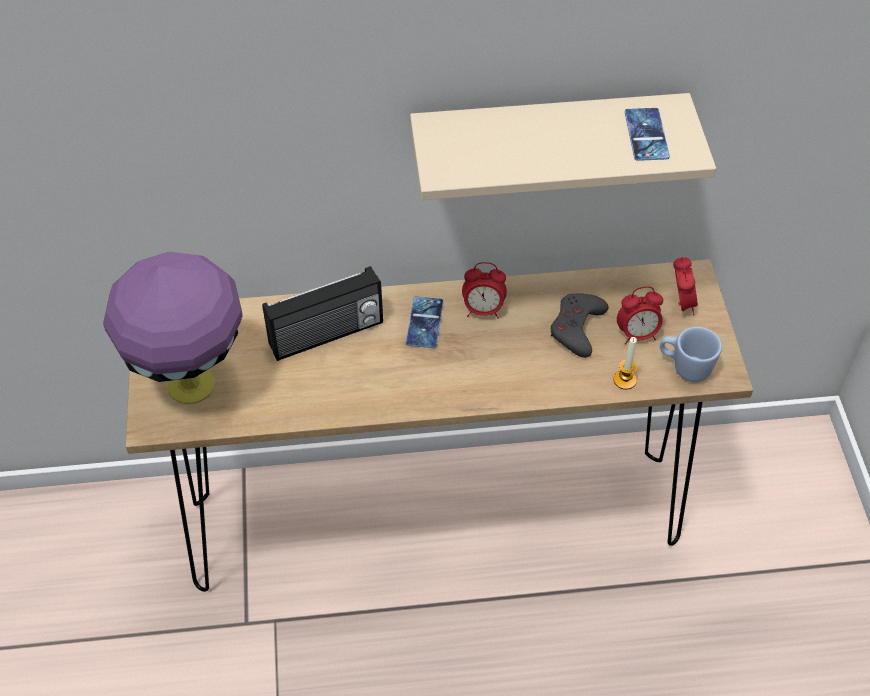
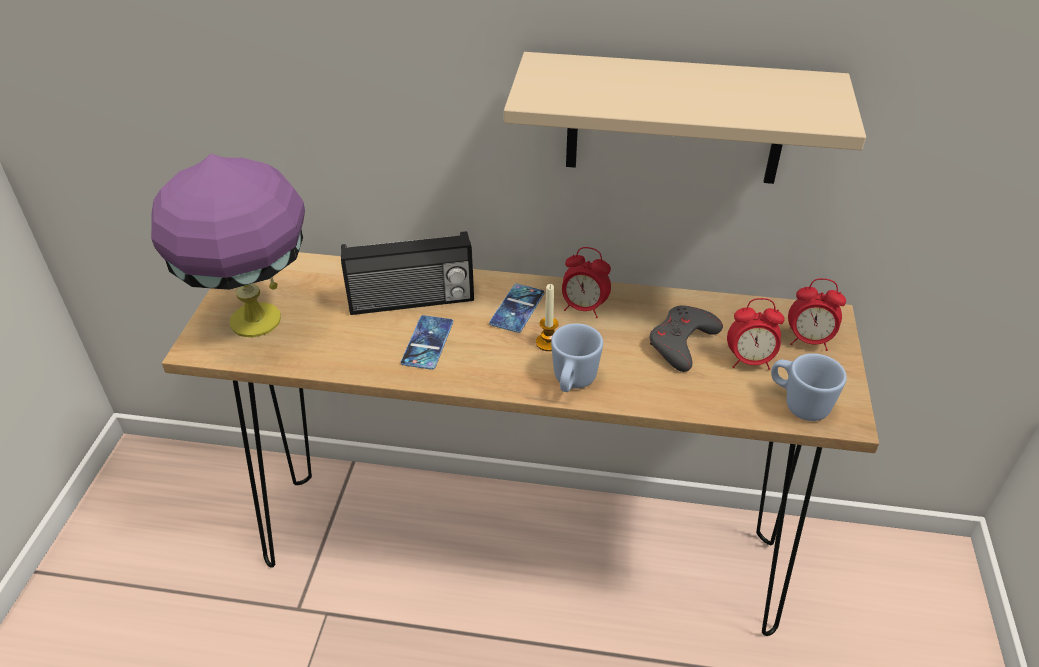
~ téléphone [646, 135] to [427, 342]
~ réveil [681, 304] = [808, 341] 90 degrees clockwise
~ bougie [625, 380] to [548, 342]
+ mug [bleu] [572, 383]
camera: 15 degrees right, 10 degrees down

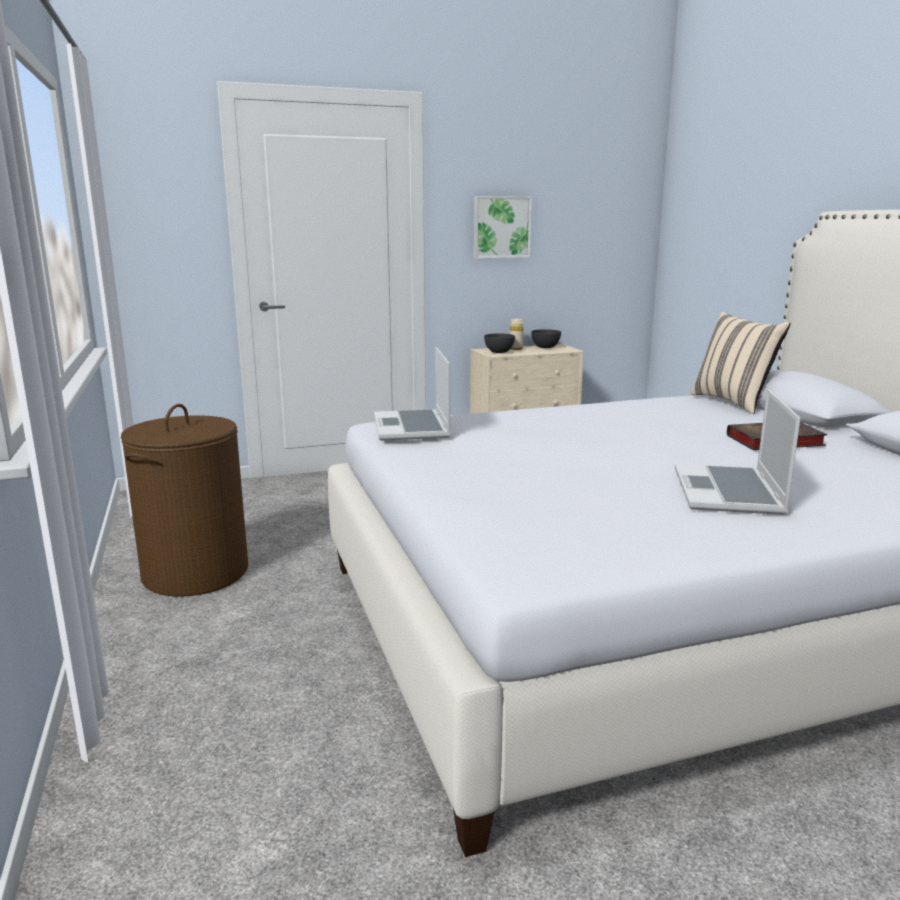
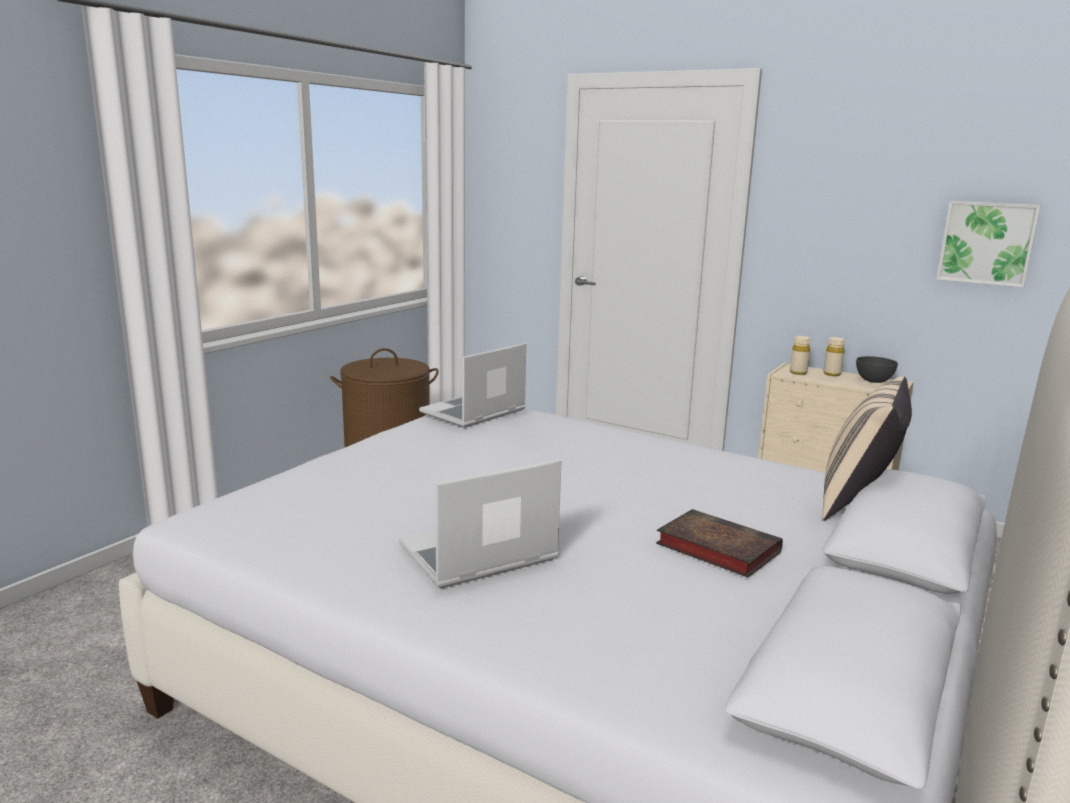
~ tableau [501, 227] to [987, 243]
~ bol [gris] [499, 352] to bouteille [beige] [798, 373]
camera: 50 degrees right, 0 degrees up

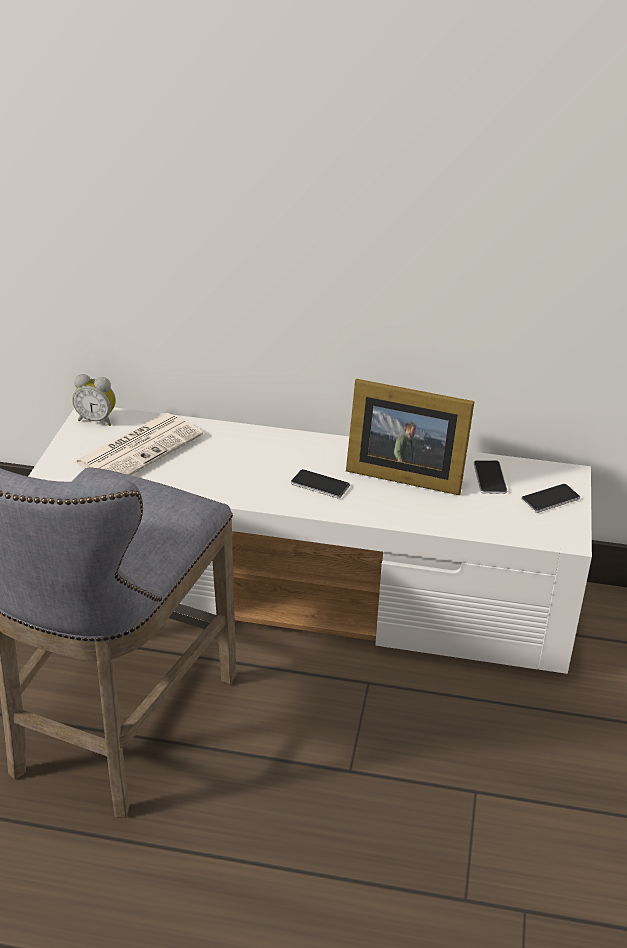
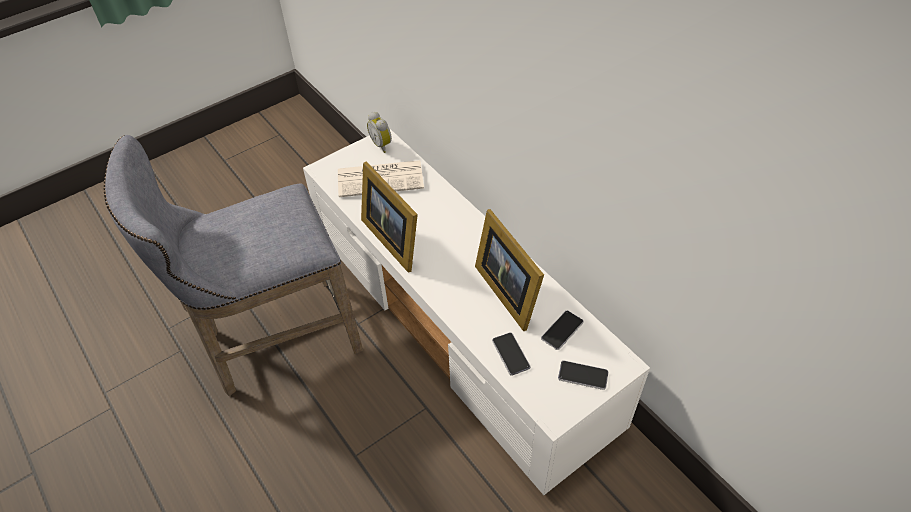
~ téléphone [320, 485] to [510, 354]
+ cadre photo [393, 238]
camera: 45 degrees right, 15 degrees up

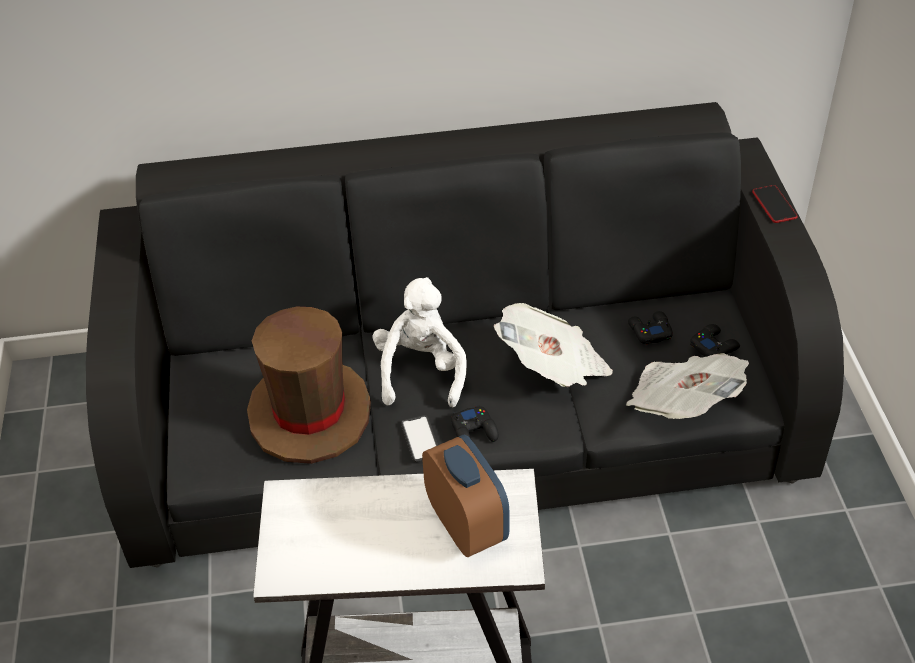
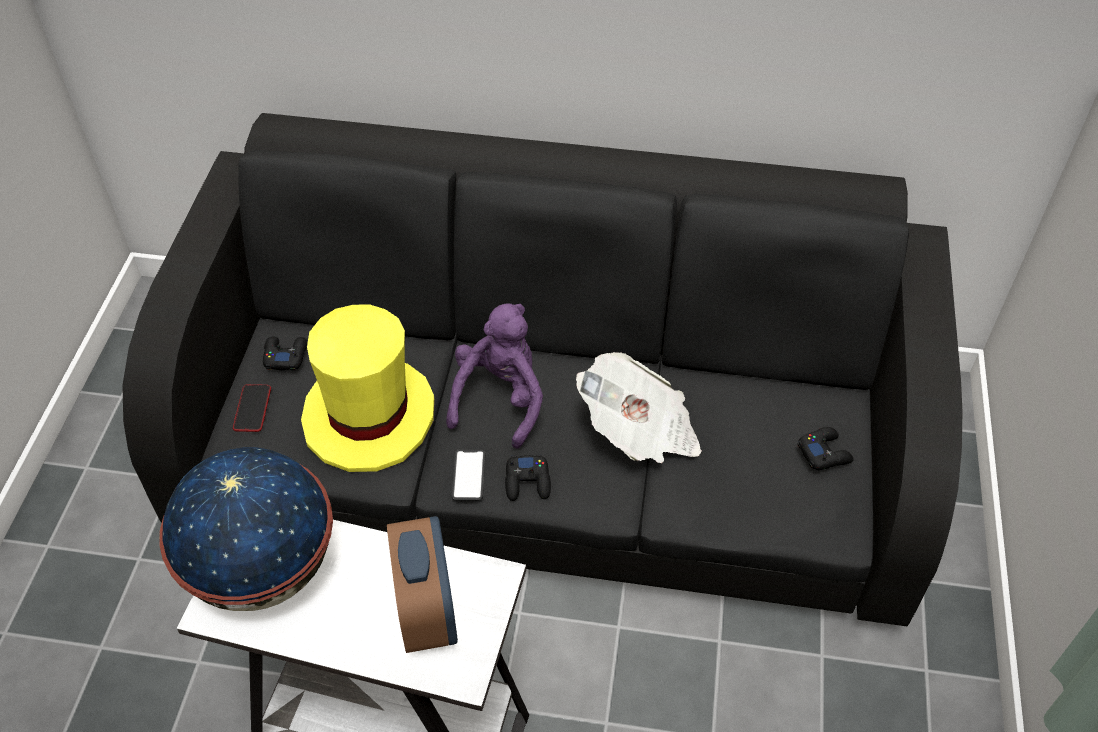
~ téléphone [774, 205] to [252, 408]
~ peluche [blanc] [421, 371] to peluche [violet] [500, 399]
~ chapeau [marron] [310, 413] to chapeau [jaune] [369, 416]
~ manette [noir] [649, 331] to [285, 356]
- journal [682, 403]
+ globe [262, 570]
camera: 15 degrees right, 5 degrees up

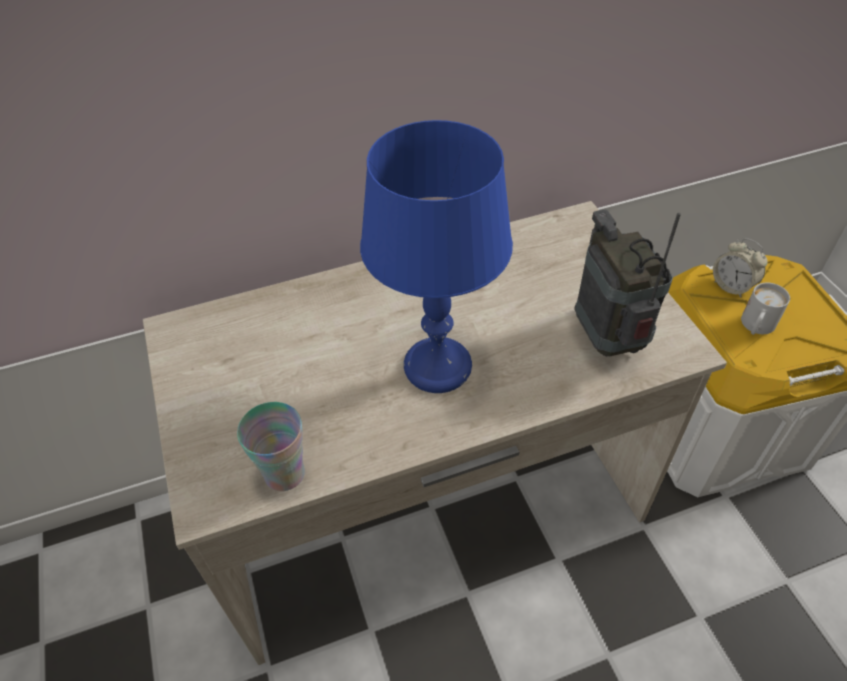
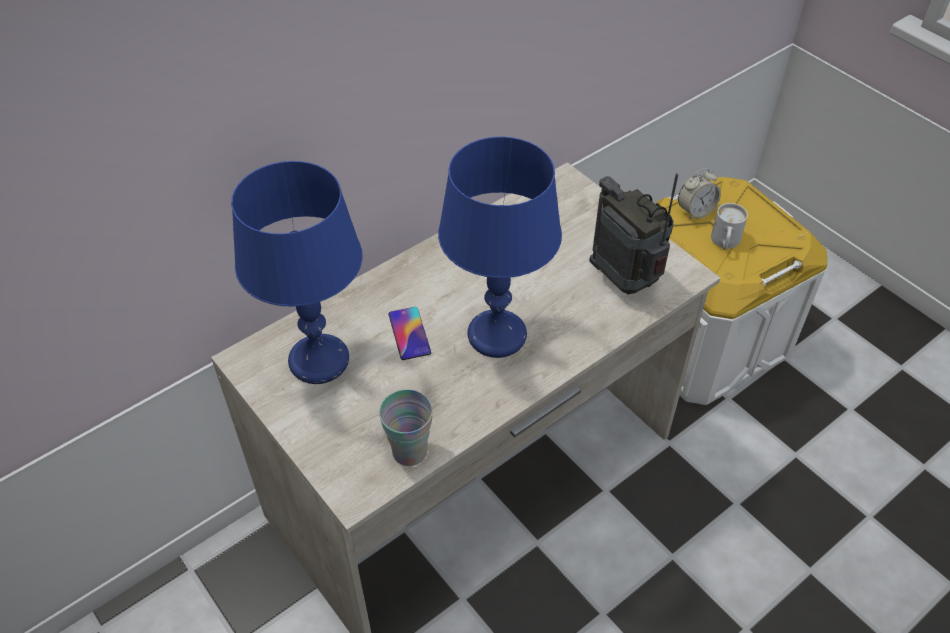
~ réveil [732, 286] = [695, 211] 60 degrees counterclockwise
+ lampe de table [bleu] [319, 361]
+ téléphone [409, 333]
camera: 20 degrees left, 0 degrees up

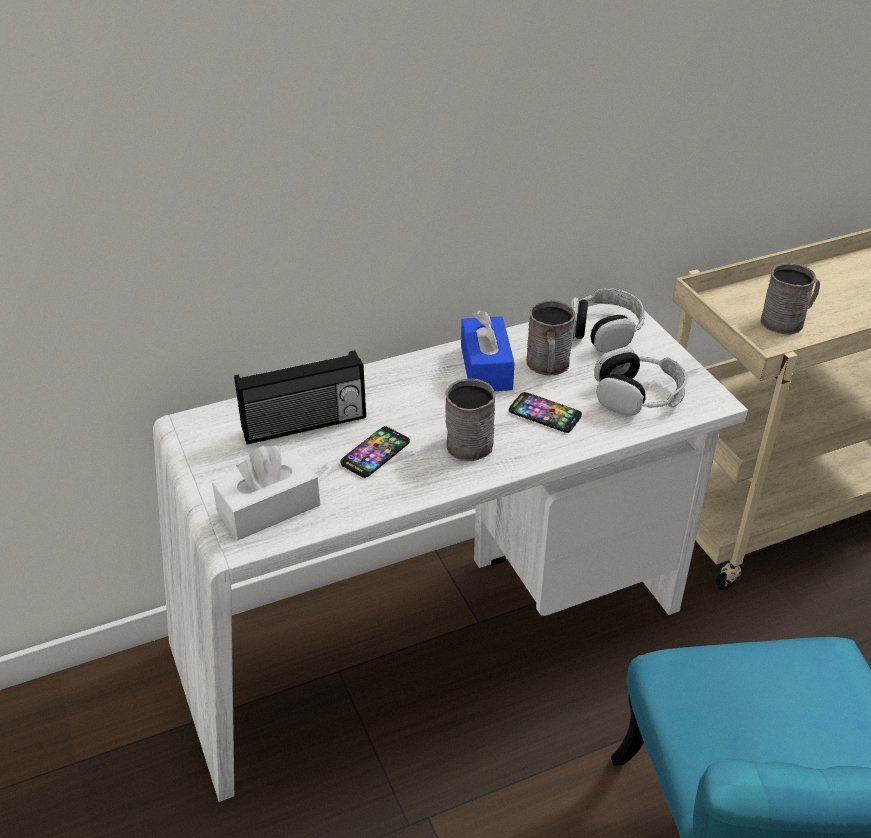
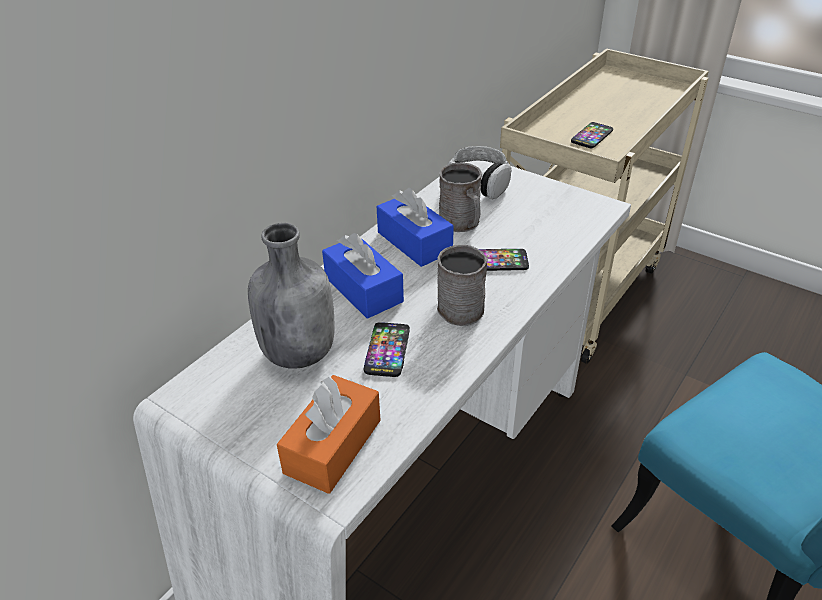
~ mug [gris] [787, 321] to téléphone [592, 136]
- casque audio [638, 396]
~ radio [305, 425] to bouteille [gris] [299, 352]
~ boîte à mouchoirs [blanc] [269, 508] to boîte à mouchoirs [orange] [333, 446]
+ boîte à mouchoirs [bleu] [363, 289]
camera: 30 degrees left, 0 degrees up

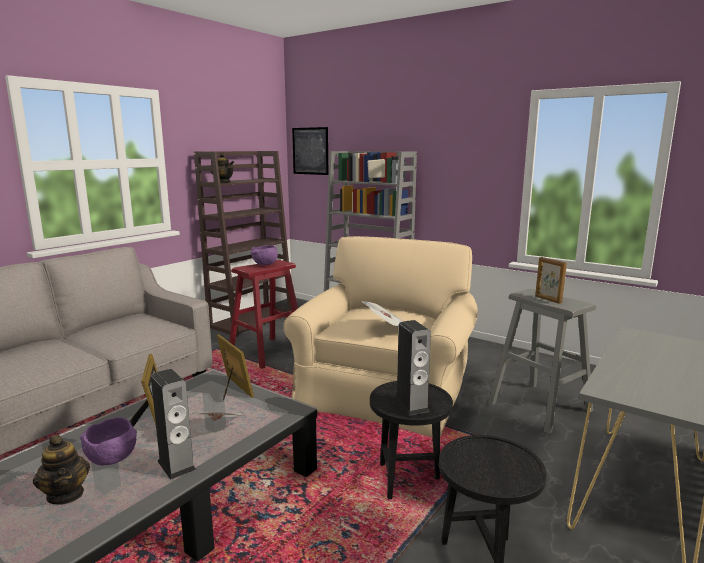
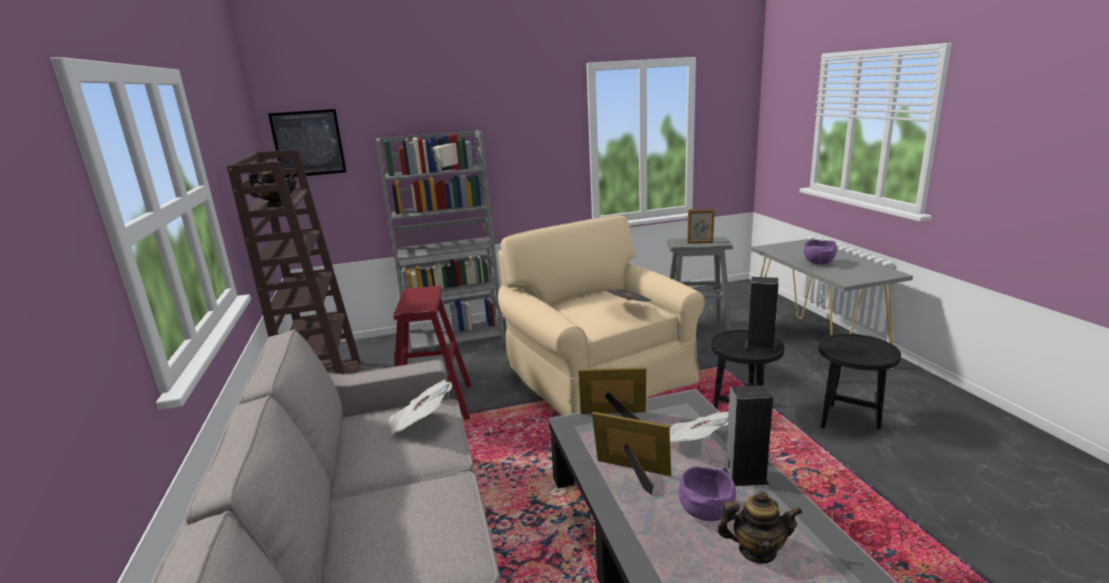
~ bol [violet] [264, 265] to [819, 263]
+ journal [420, 423]
camera: 50 degrees left, 5 degrees up

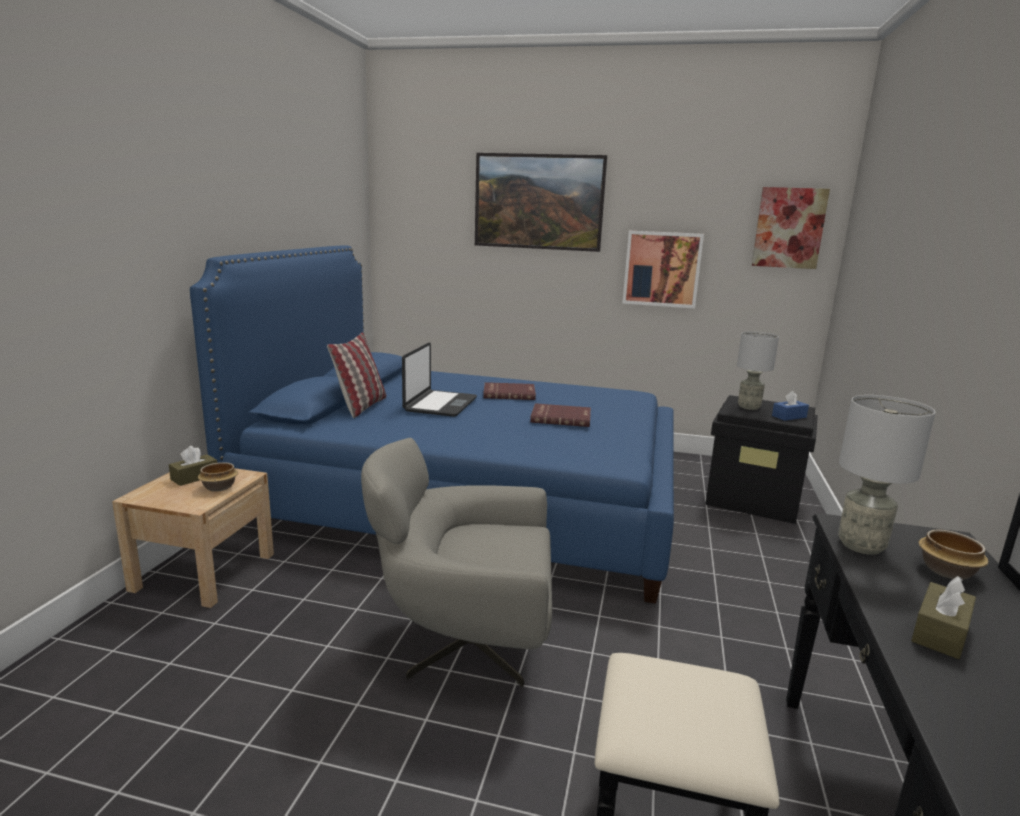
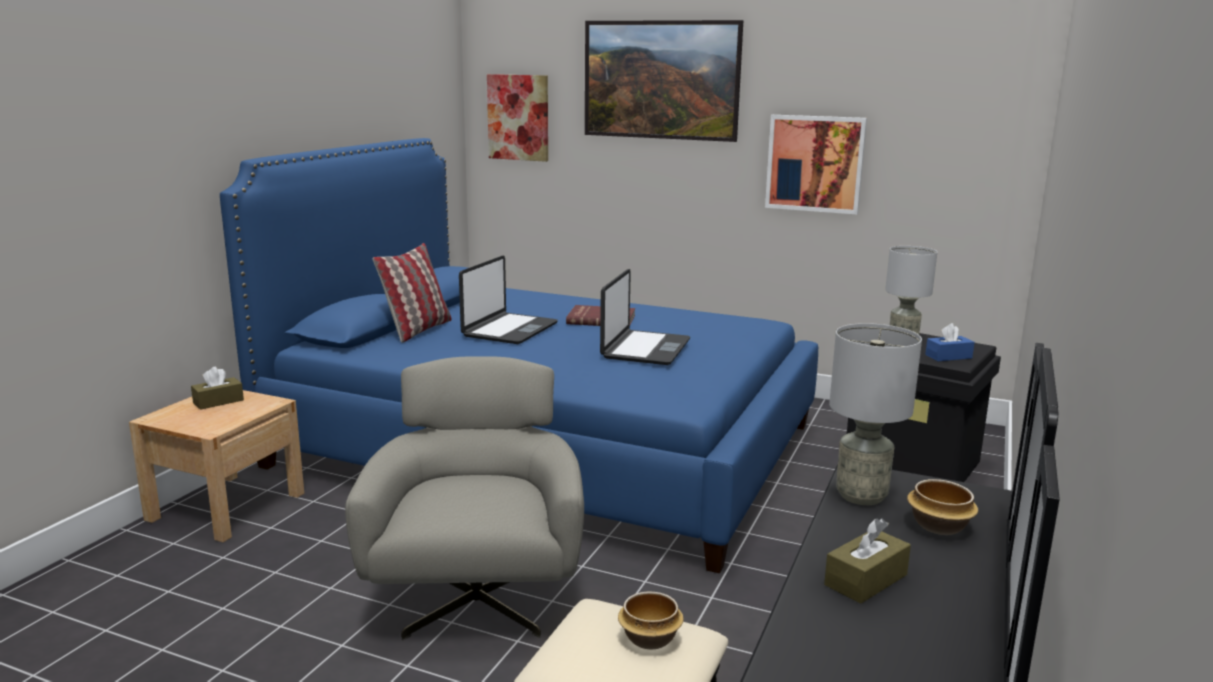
~ tableau [789, 228] to [518, 117]
~ livre [rouge] [561, 417] to ordinateur portable [644, 349]
~ fauteuil [gris] [464, 643] = [477, 597] 75 degrees clockwise
~ bol [218, 488] to [649, 639]
camera: 10 degrees right, 0 degrees up

